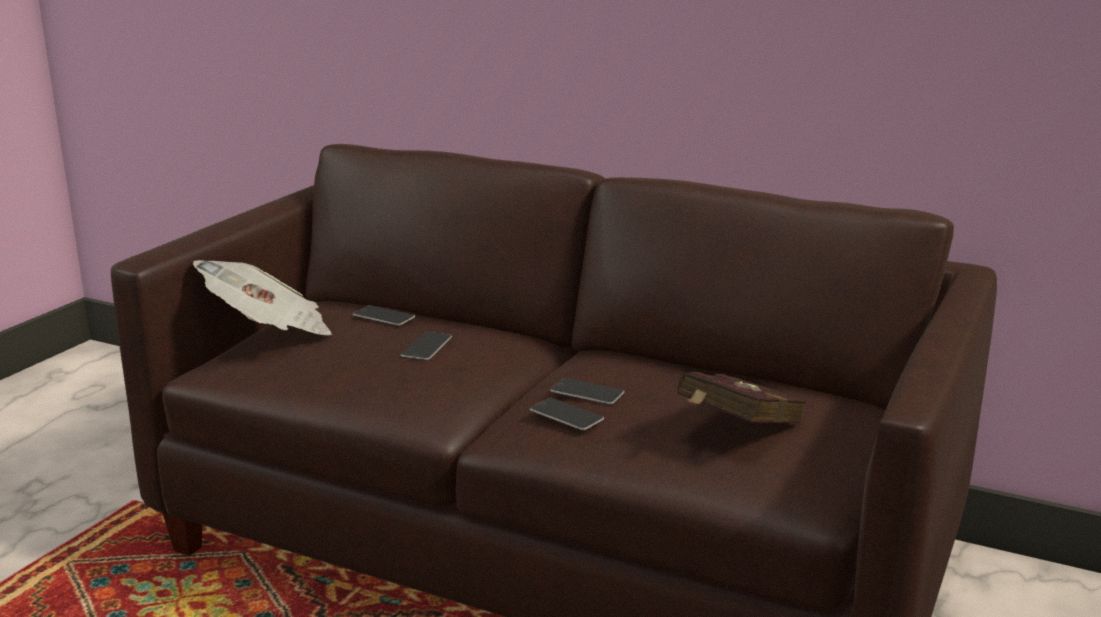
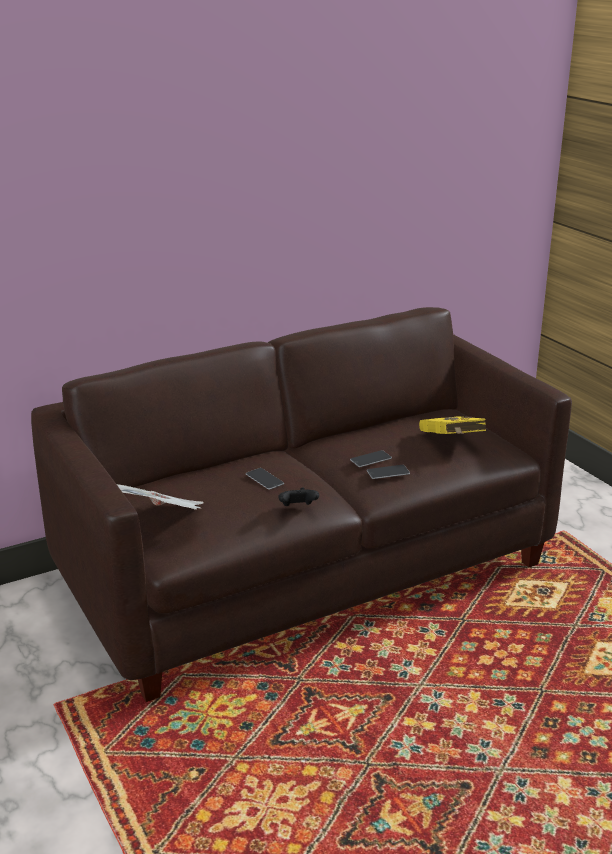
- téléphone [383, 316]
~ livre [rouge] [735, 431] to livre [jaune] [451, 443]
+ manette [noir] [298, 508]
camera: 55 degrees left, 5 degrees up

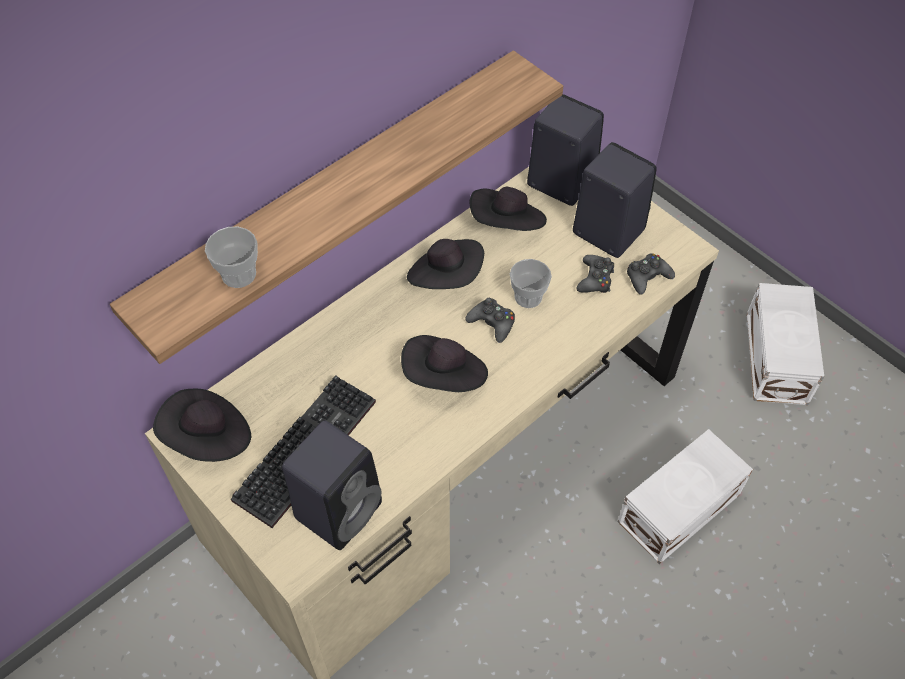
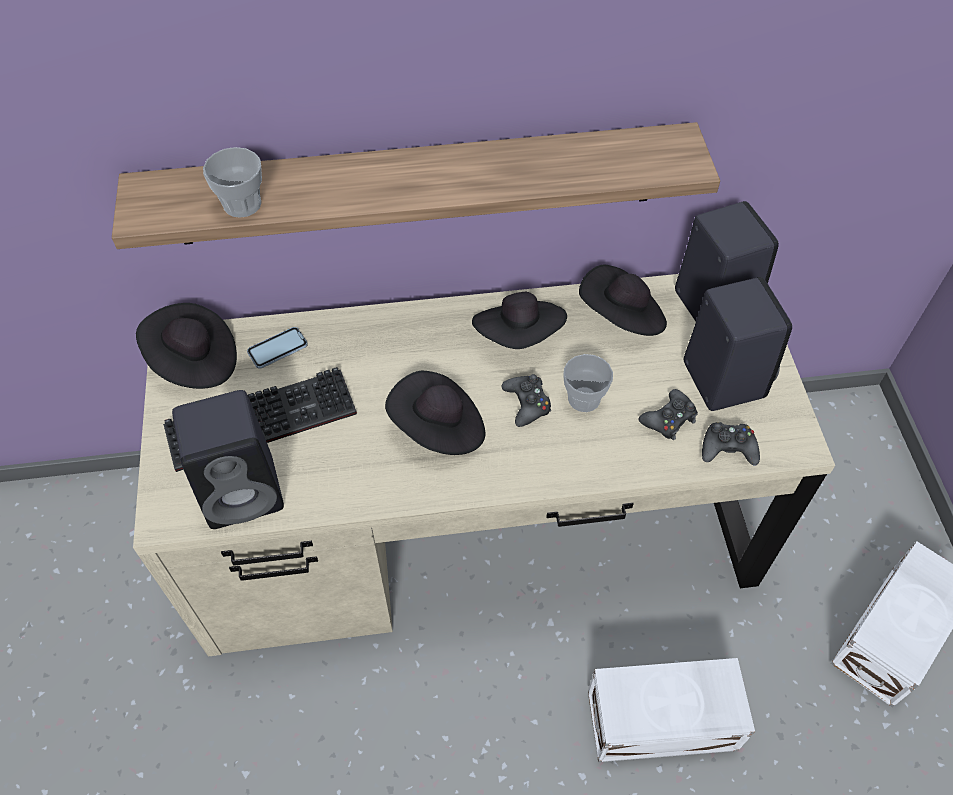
+ téléphone [277, 349]
camera: 35 degrees right, 0 degrees up

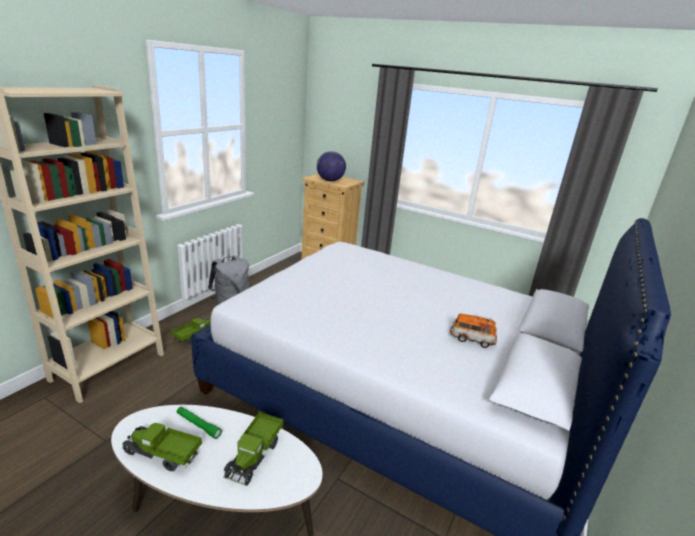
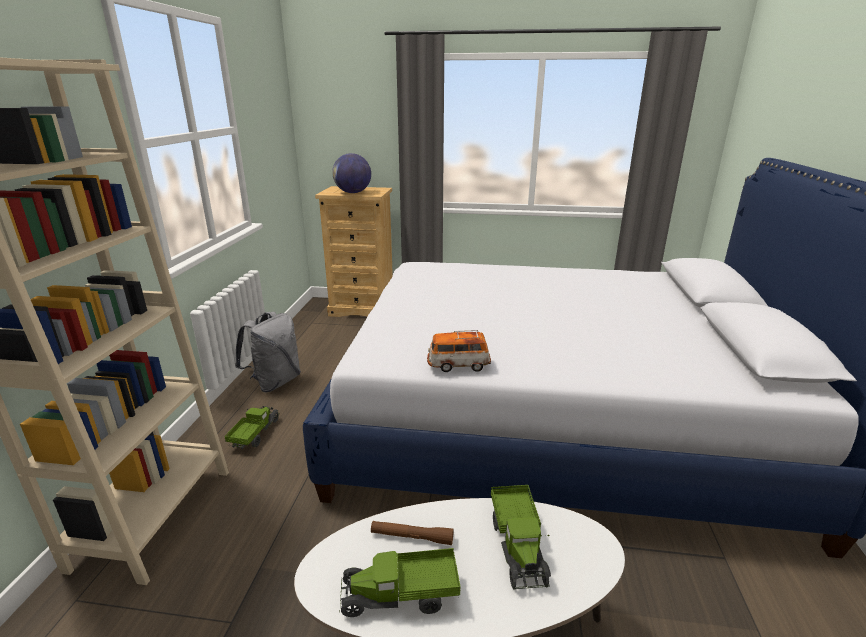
~ petite voiture [471, 339] to [458, 365]
~ lampe de poche [vert] [198, 425] to lampe de poche [marron] [412, 537]
camera: 20 degrees left, 0 degrees up

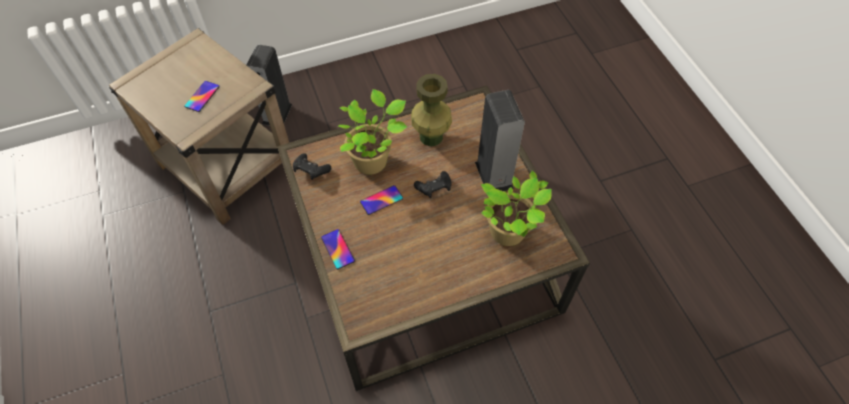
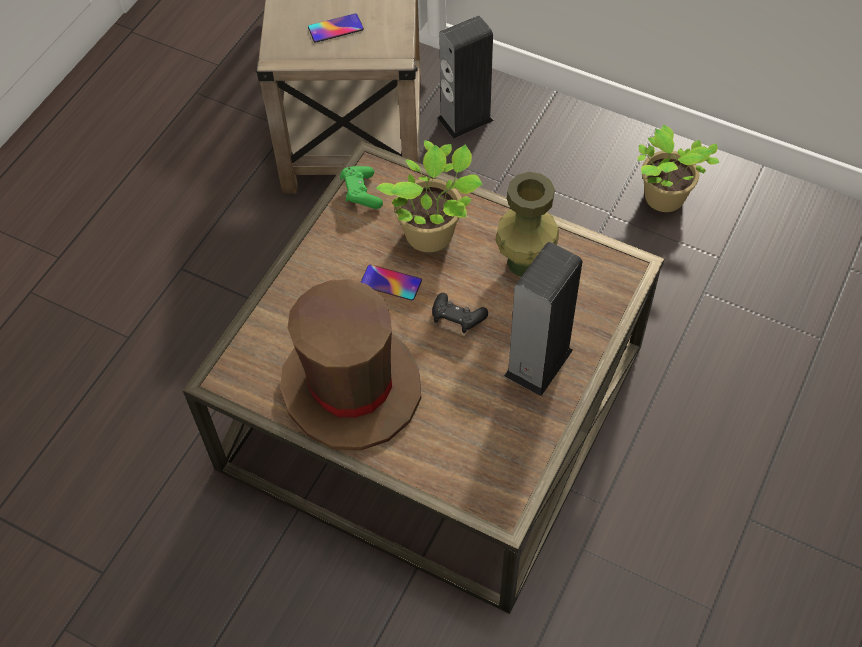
~ manette [noir] [311, 171] to manette [vert] [361, 193]
~ plante en pot [509, 233] to [663, 200]
- téléphone [337, 249]
+ chapeau [marron] [351, 386]
camera: 50 degrees right, 0 degrees up

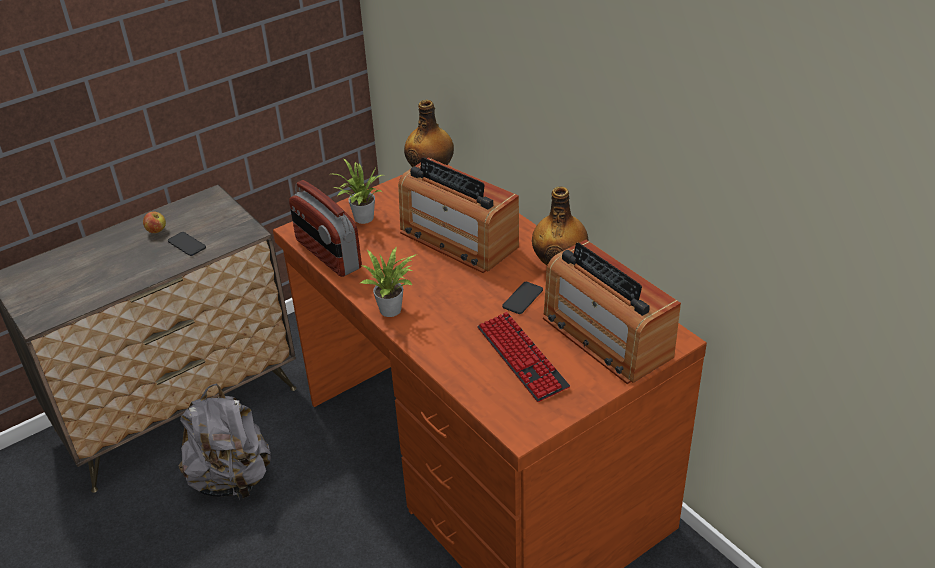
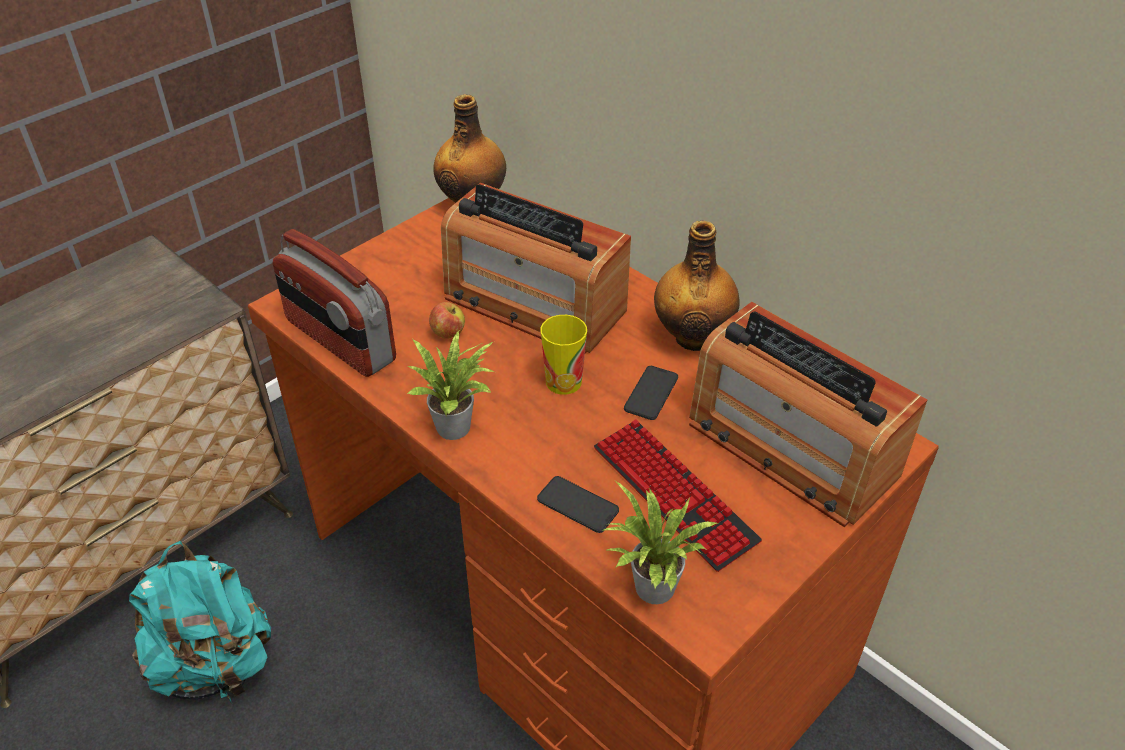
~ plante en pot [361, 219] to [651, 591]
~ pomme [156, 231] to [448, 333]
~ téléphone [187, 244] to [577, 505]
~ sac à dos [gris] [232, 479] to sac à dos [turquoise] [215, 664]
+ tasse [563, 382]
camera: 10 degrees left, 5 degrees up

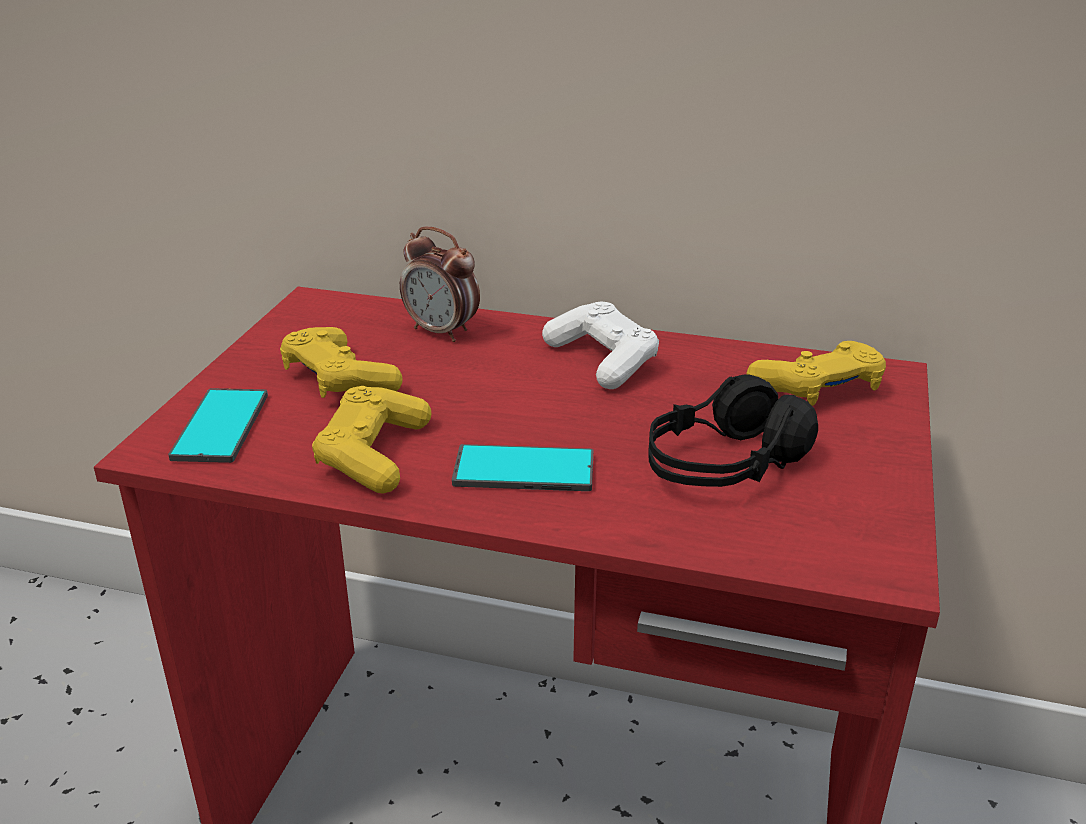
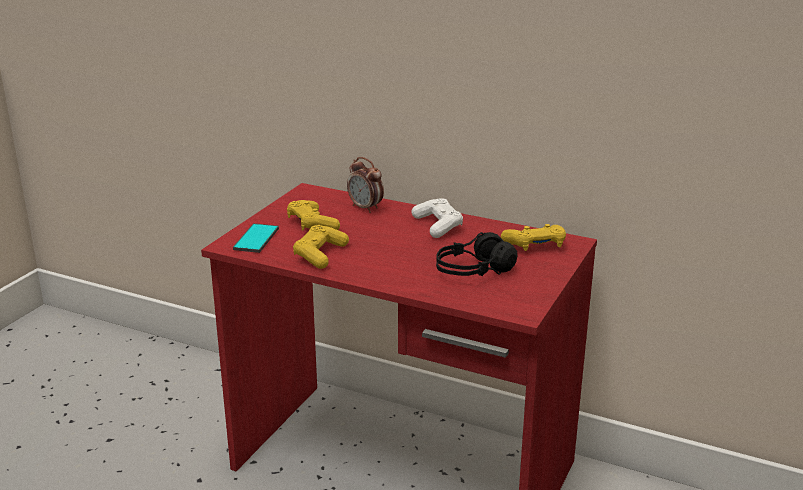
- téléphone [524, 470]
camera: 10 degrees right, 5 degrees down

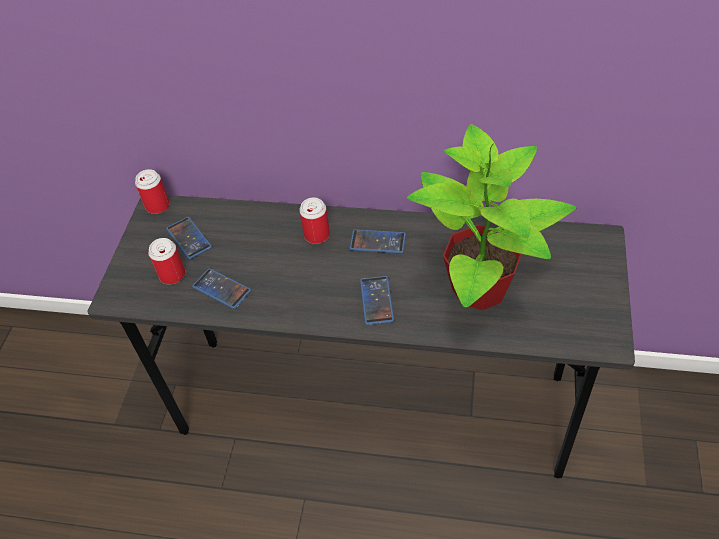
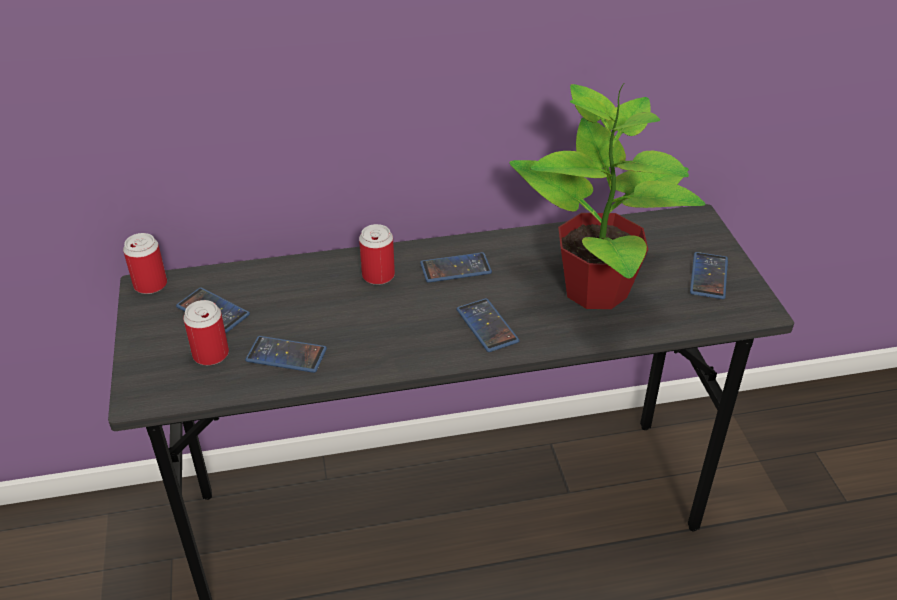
+ téléphone [709, 276]
camera: 25 degrees left, 10 degrees down

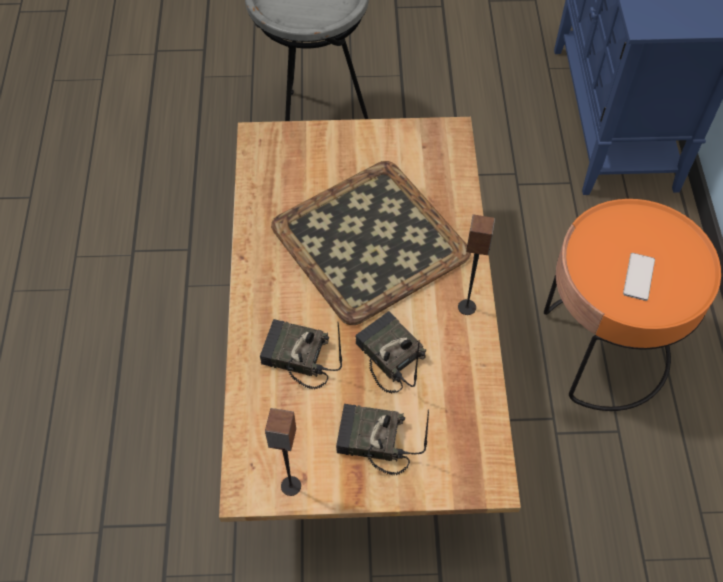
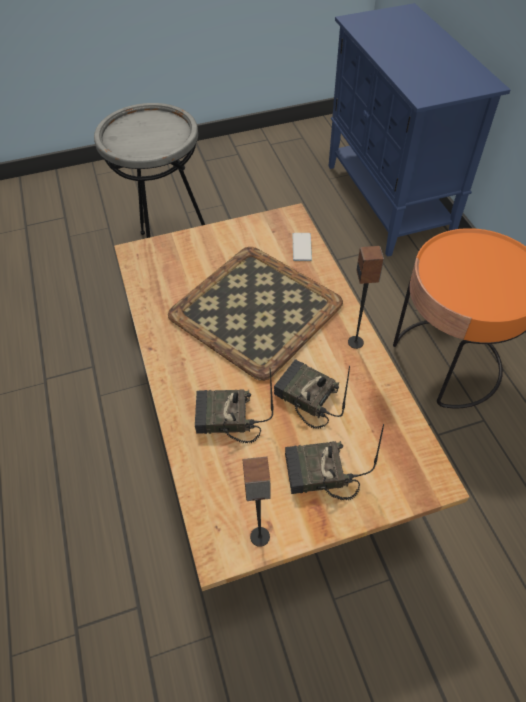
~ téléphone [638, 277] to [302, 247]
camera: 15 degrees left, 5 degrees down

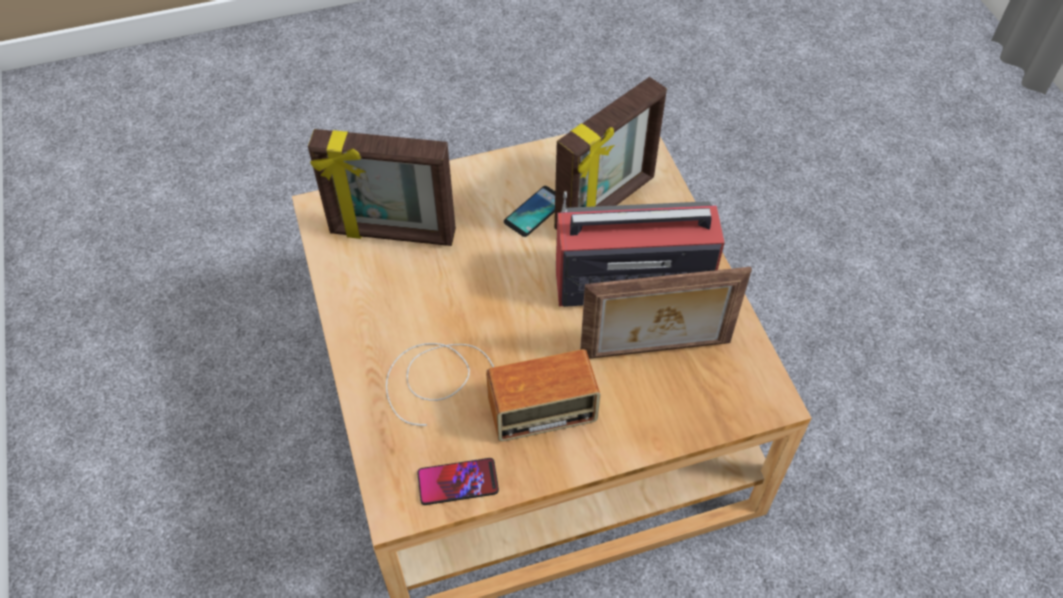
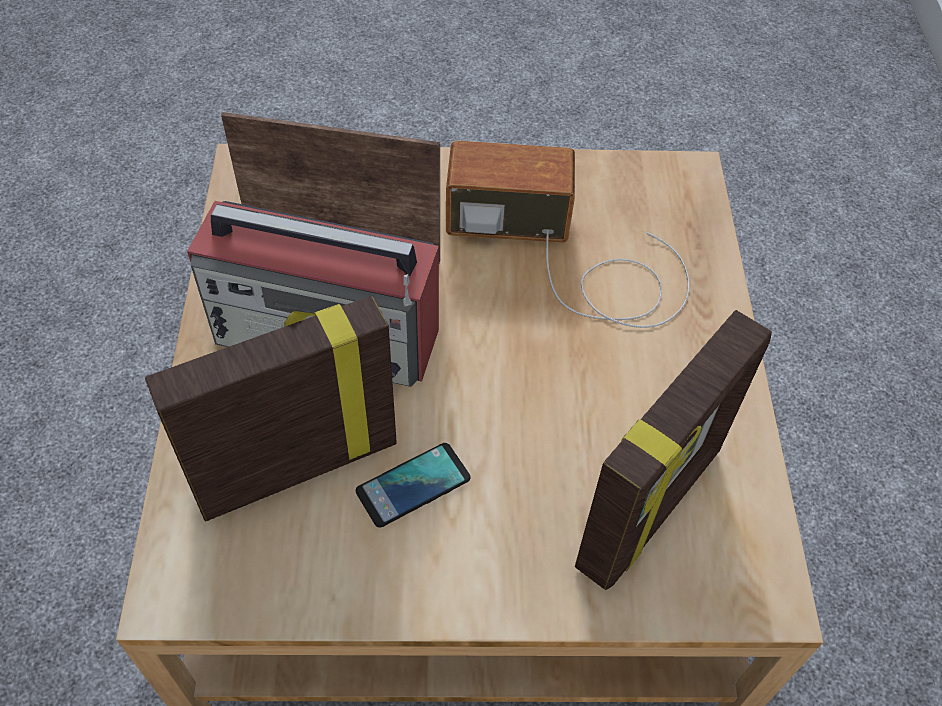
~ cadre photo [392, 234] = [652, 509] 105 degrees clockwise
- téléphone [458, 482]
camera: 165 degrees left, 0 degrees up

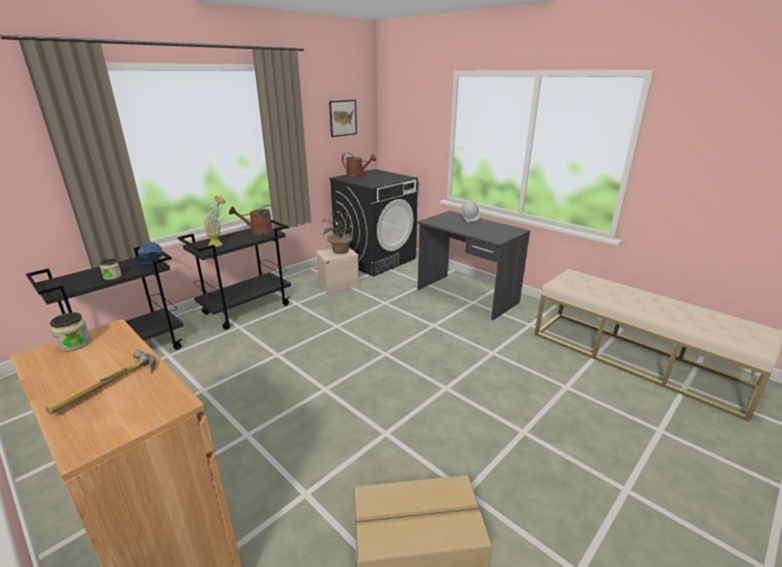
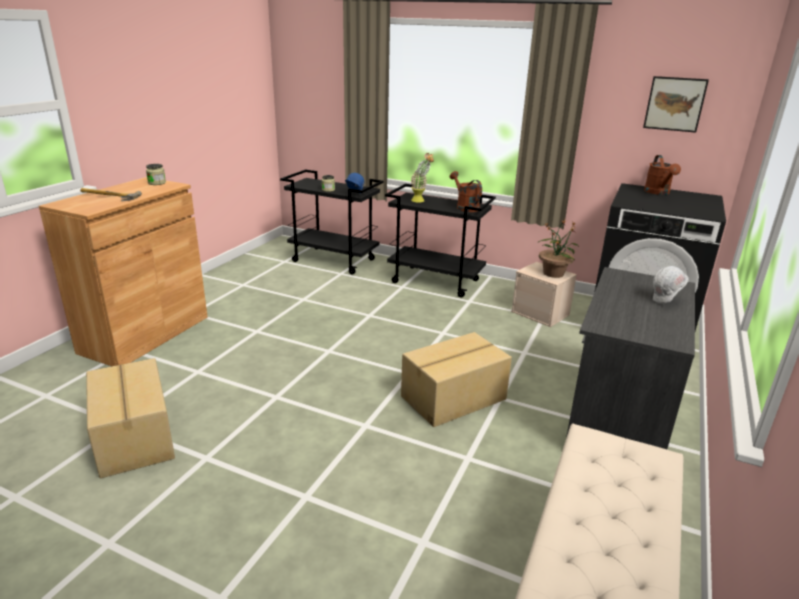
+ carton [454, 398]
camera: 70 degrees right, 0 degrees up

